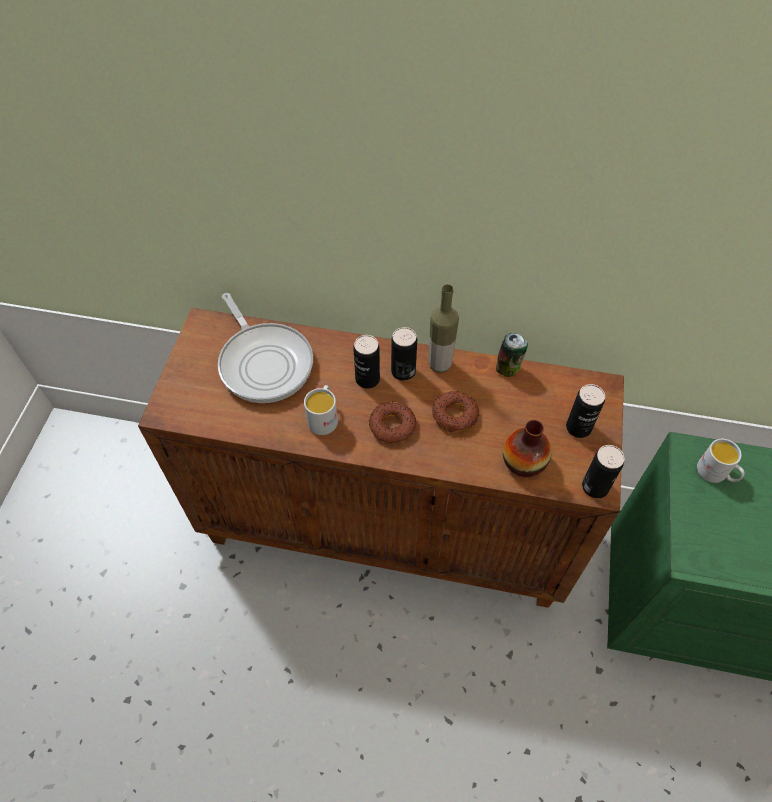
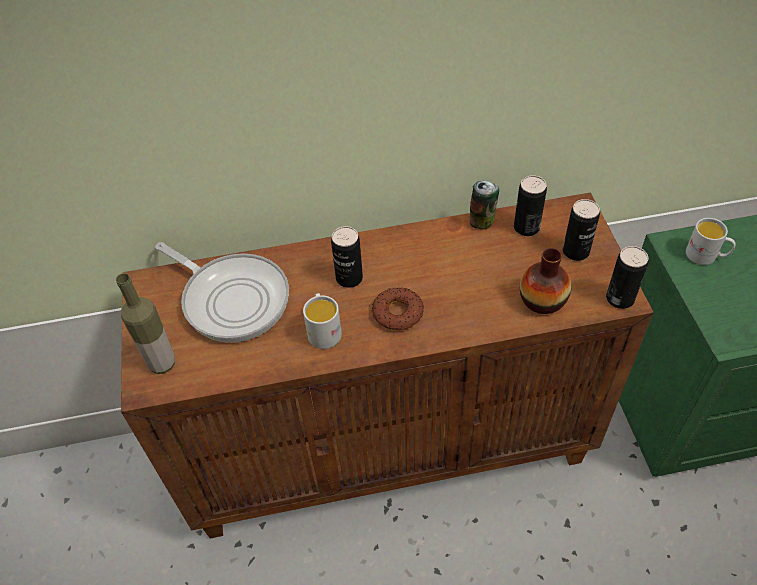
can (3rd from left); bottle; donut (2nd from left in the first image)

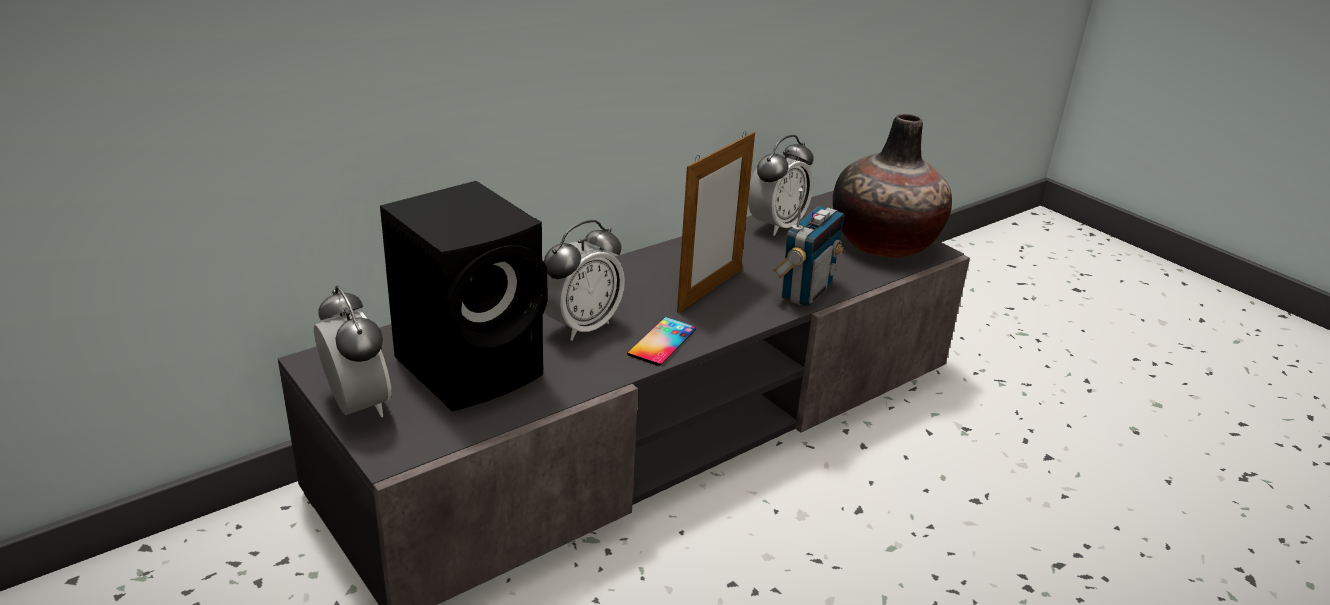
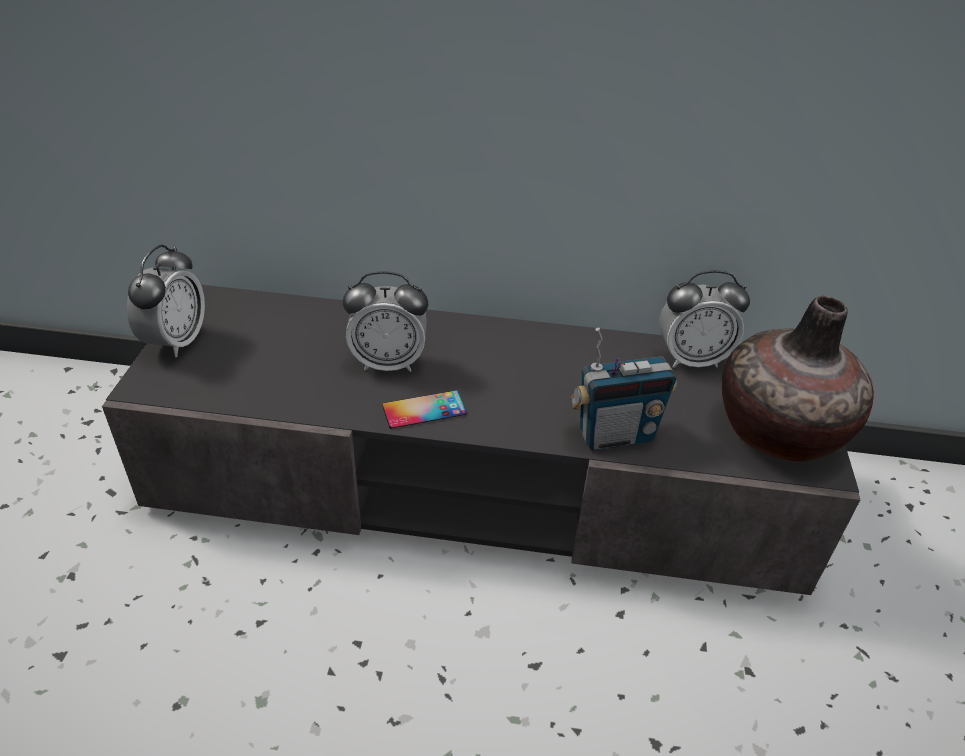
black speaker; picture frame

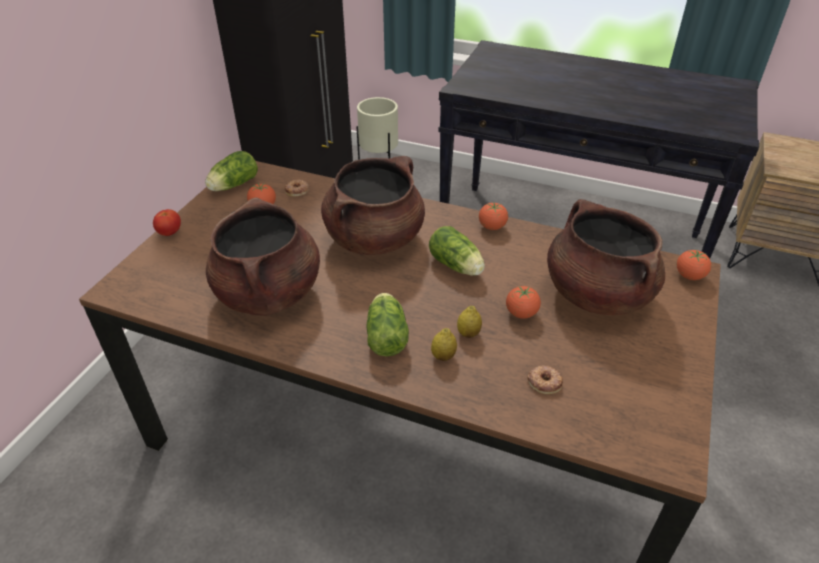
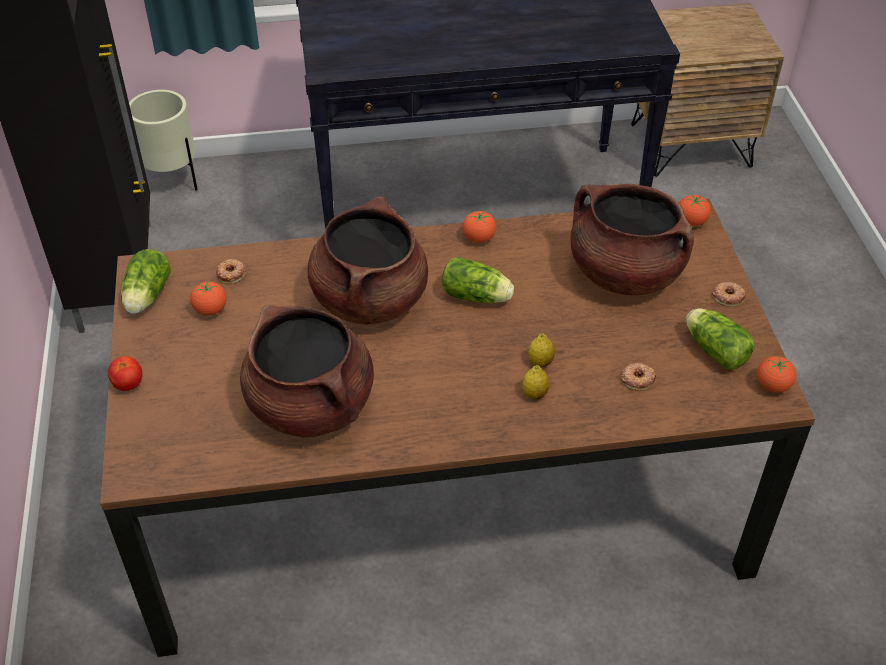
lettuce (3rd from left); tomato (5th from left); donut (3rd from left)

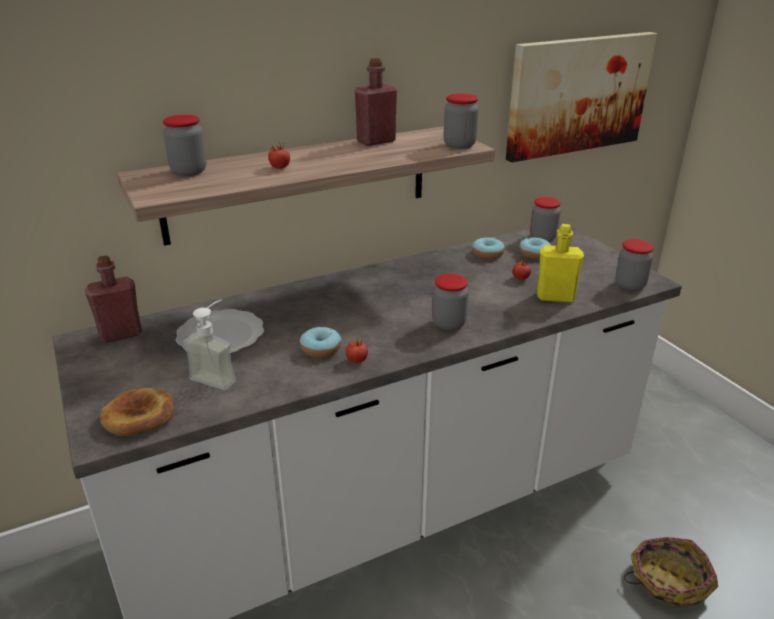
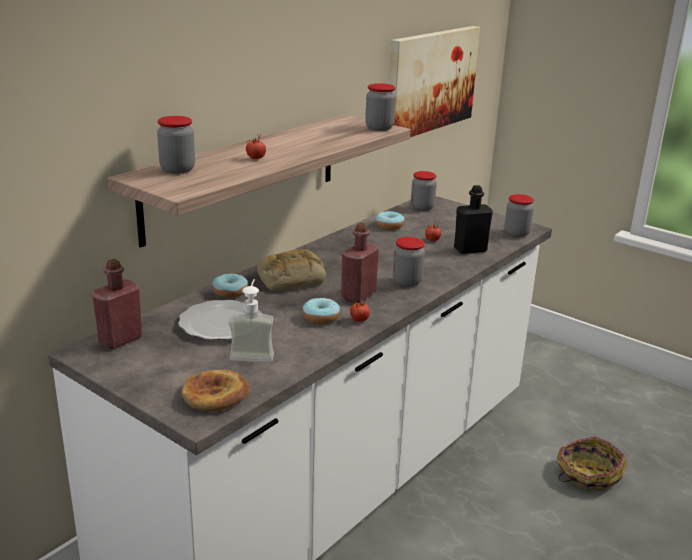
red bottle (2nd from left); donut (1st from left); black bottle; bread (2nd from left)

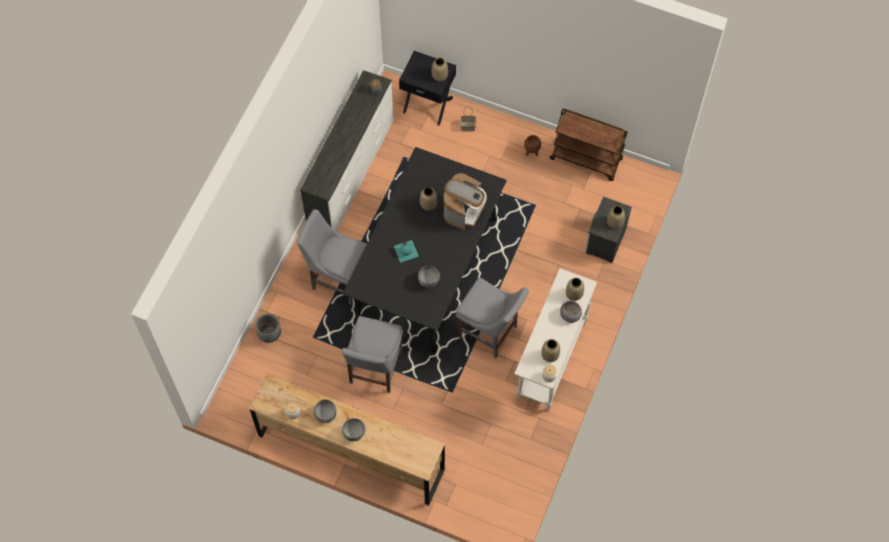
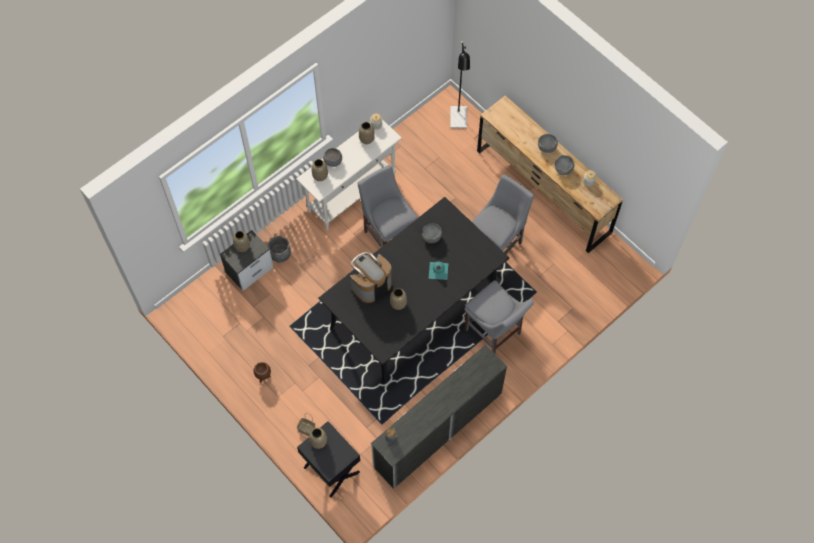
grey planter; brown cart; black floor lamp

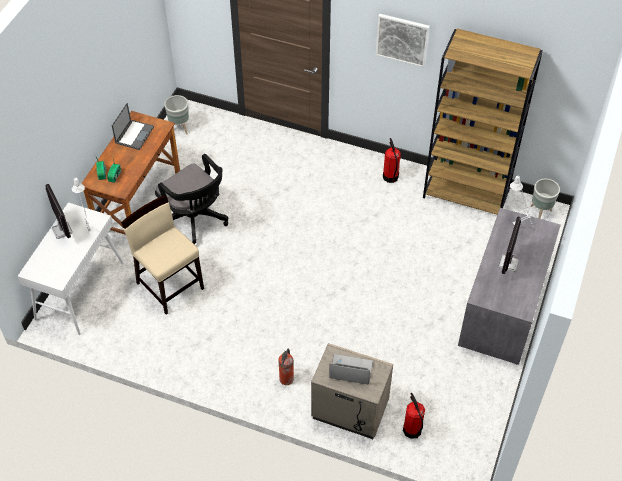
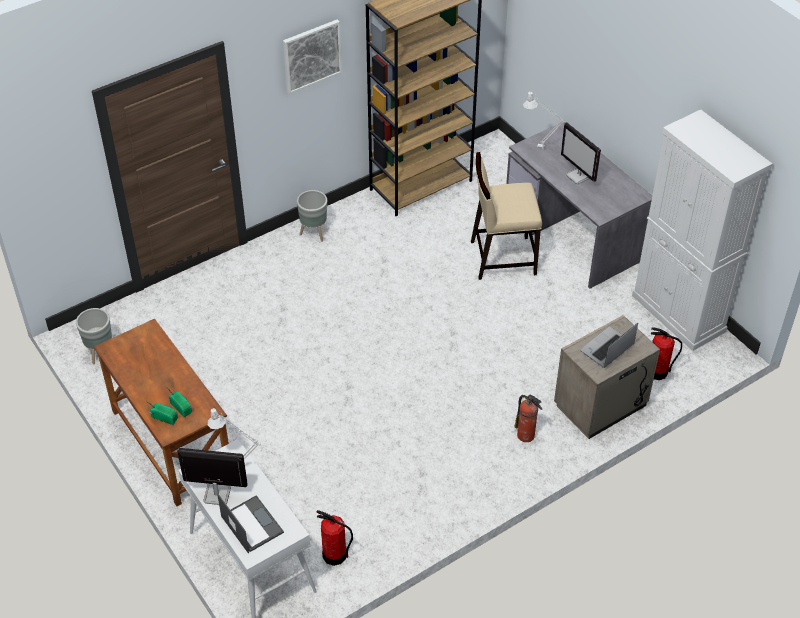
laptop (1st from left); beige chair; black office chair; fire extinguisher (1st from left); grey planter (2nd from left); white cabinet

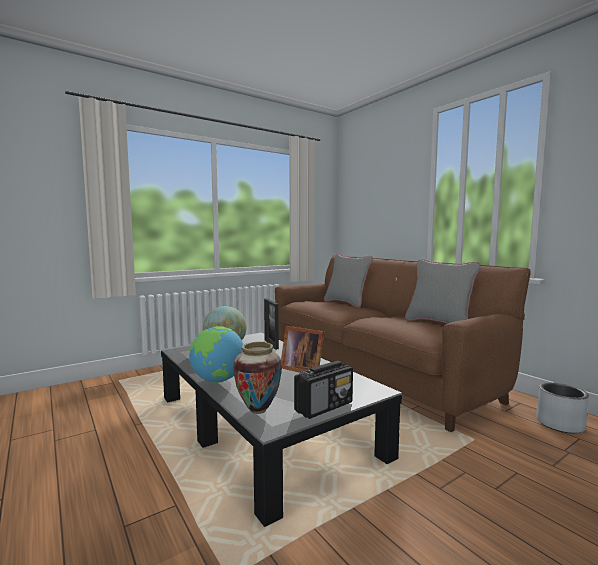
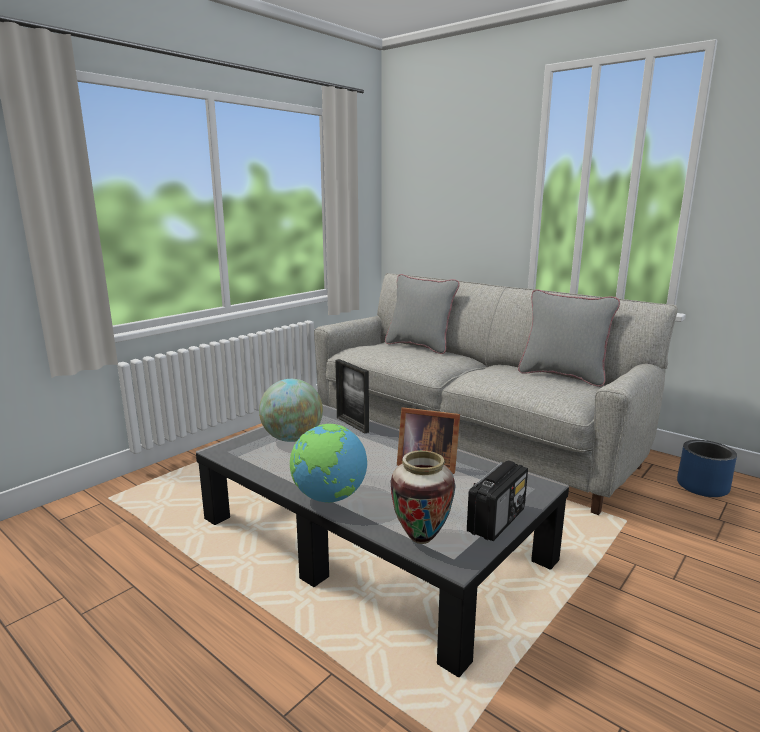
grey sofa; blue planter

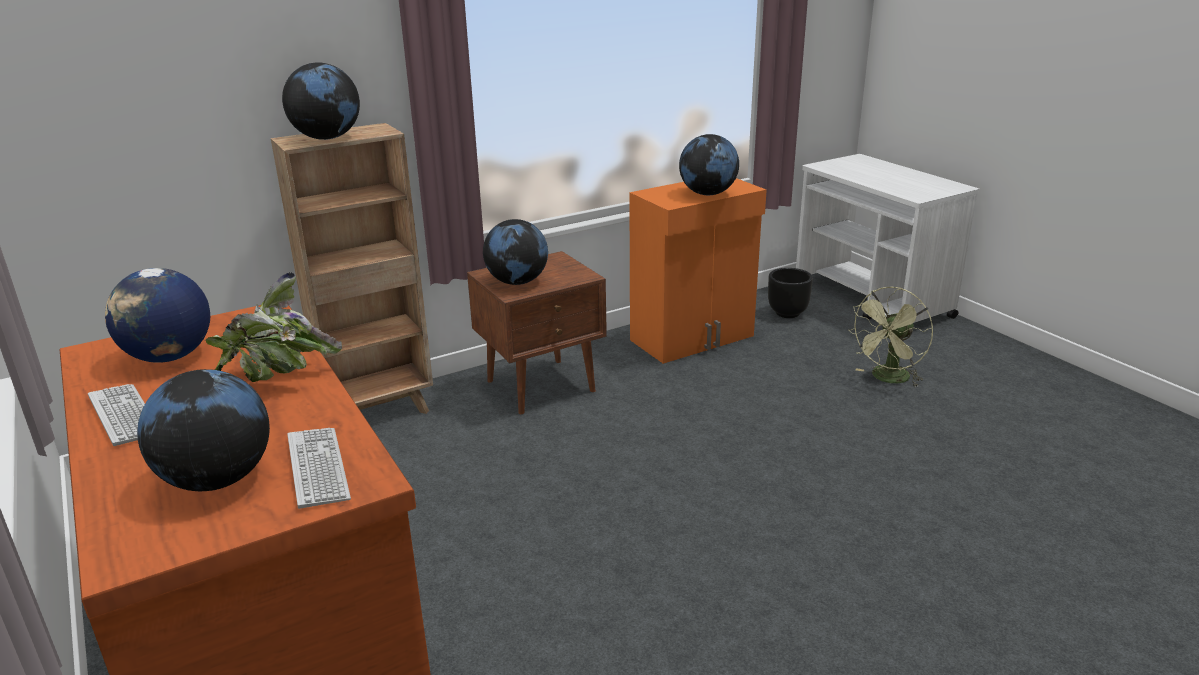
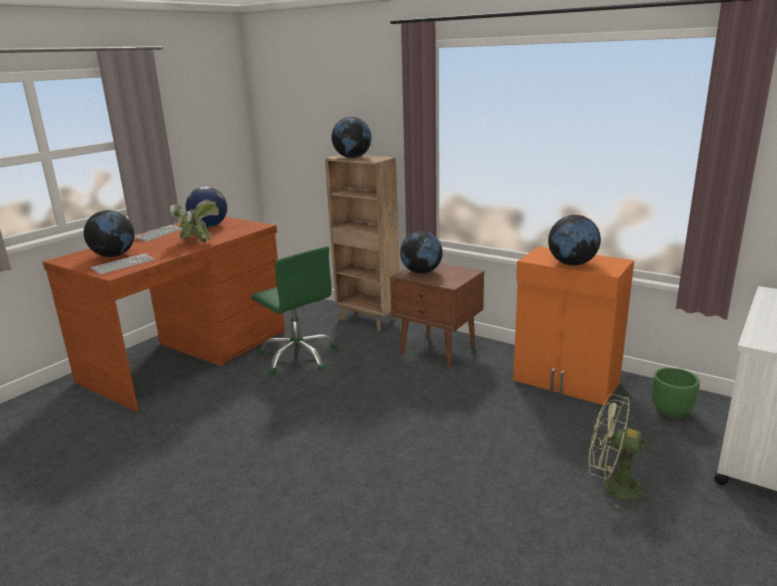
green planter; green office chair

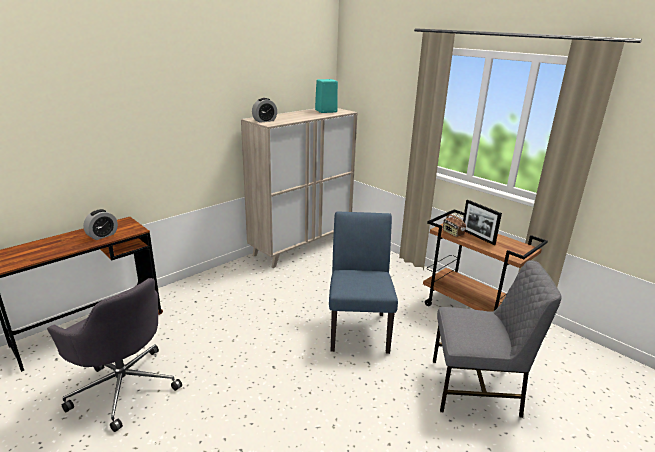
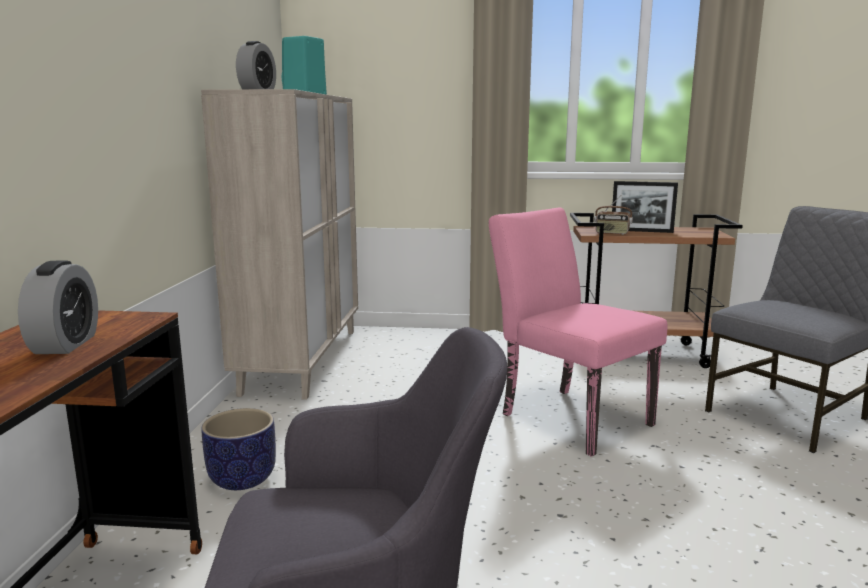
pink chair; planter

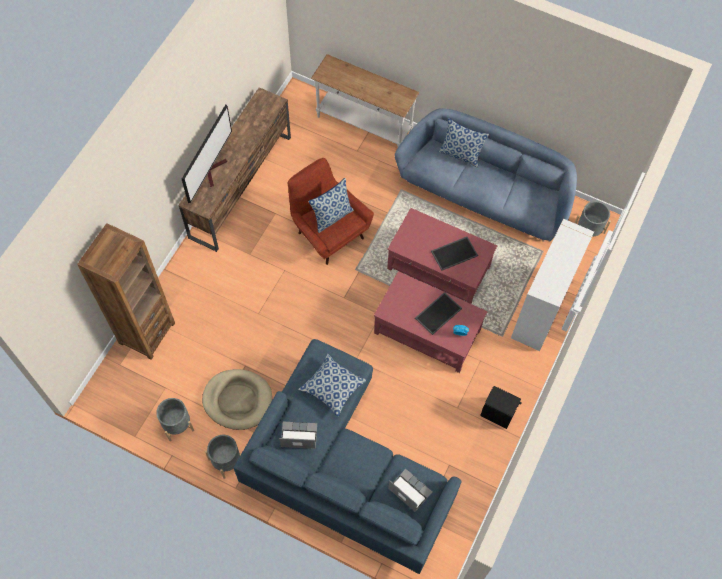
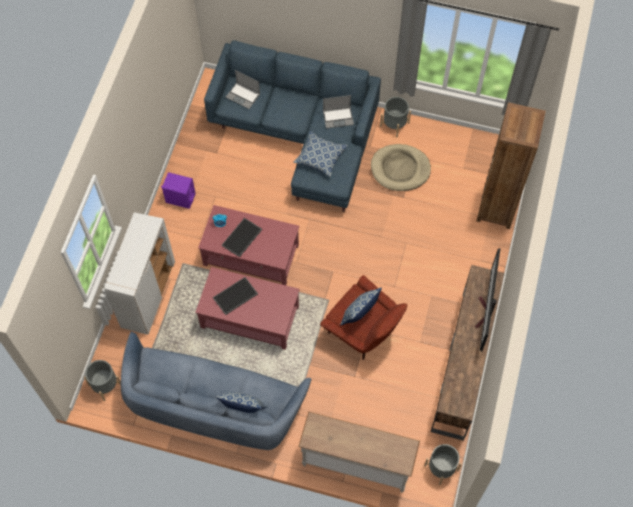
grey planter (3rd from left); purple speaker

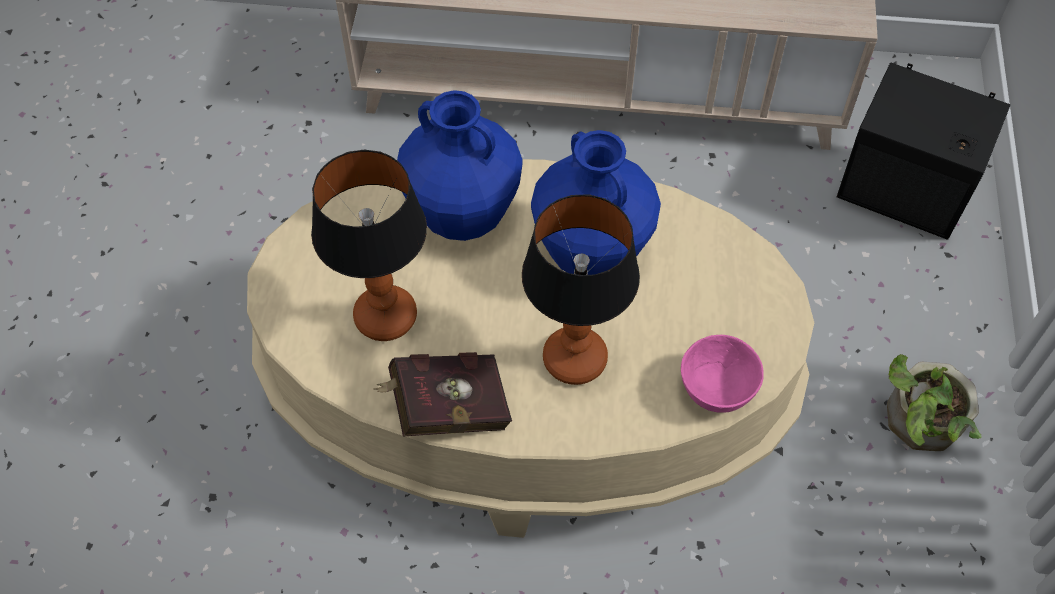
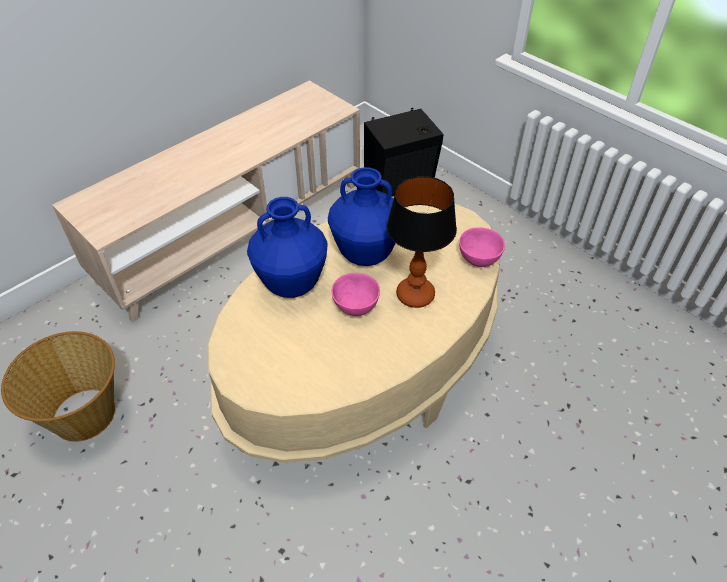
table lamp (1st from left in the first image); red book; potted plant; basket; pink bowl (1st from left)

